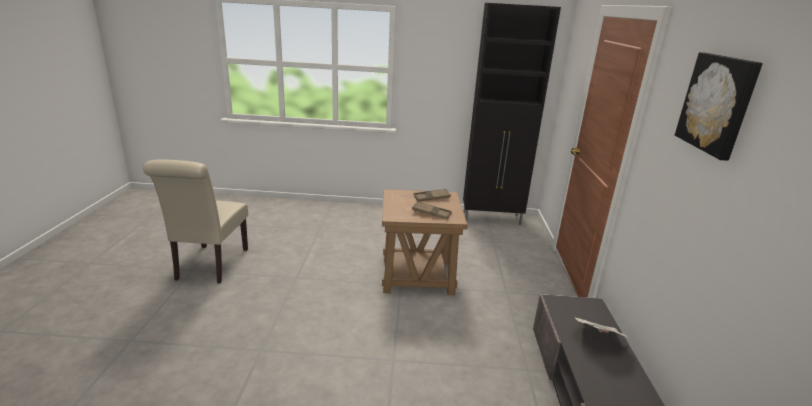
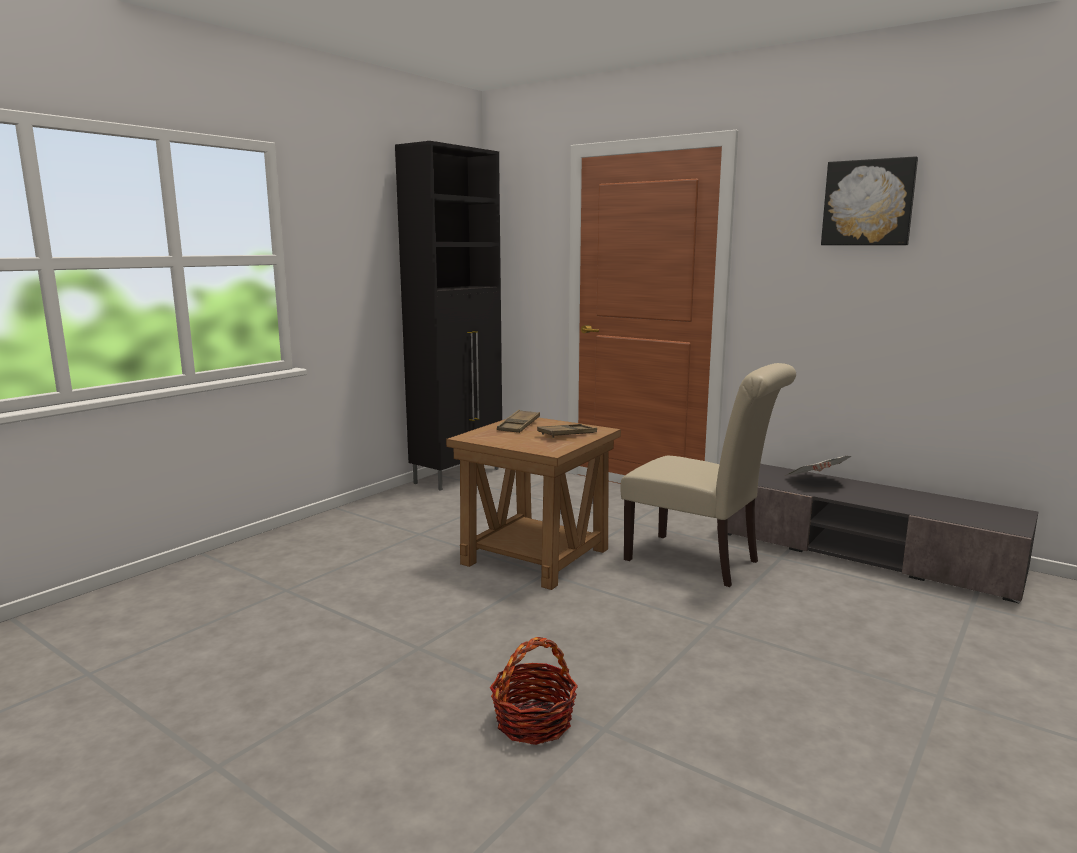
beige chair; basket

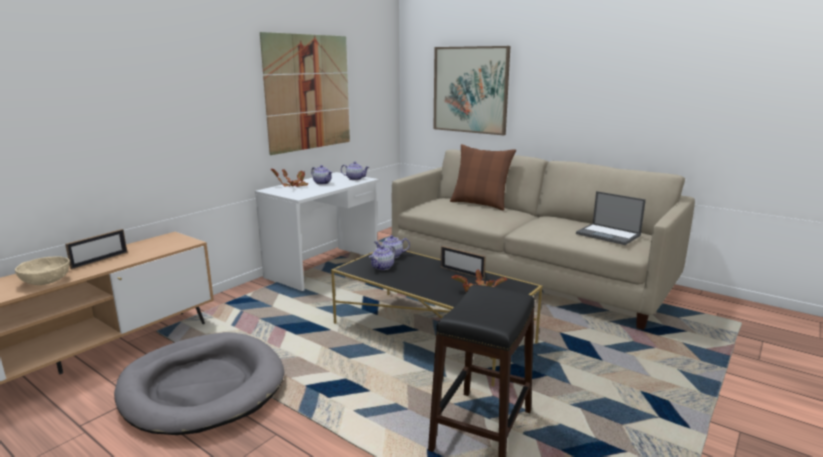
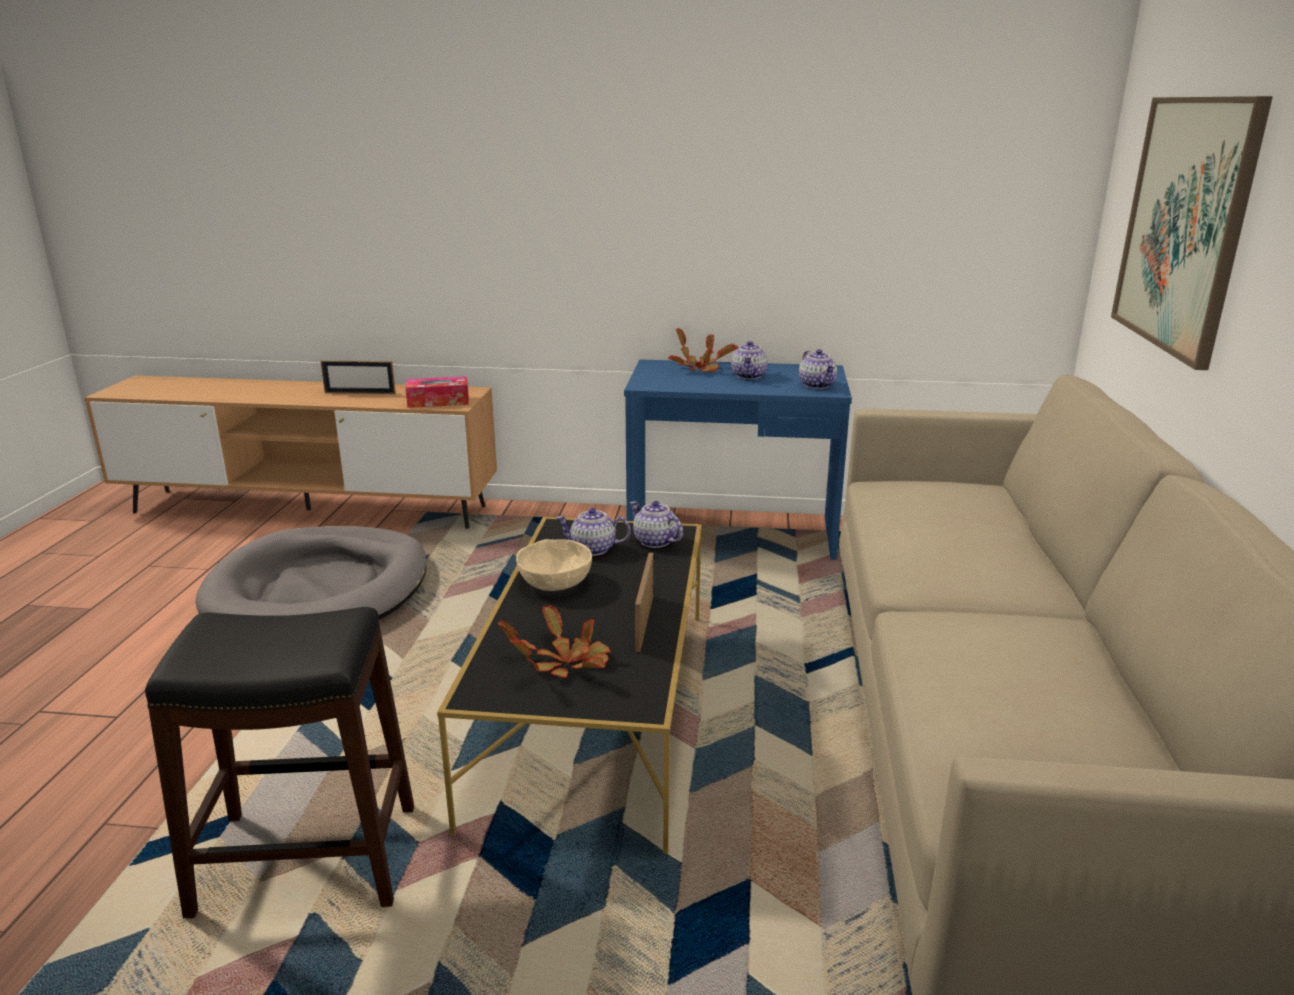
beige bowl; blue desk; picture (1st from left in the first image); brown pillow; laptop; tissue box

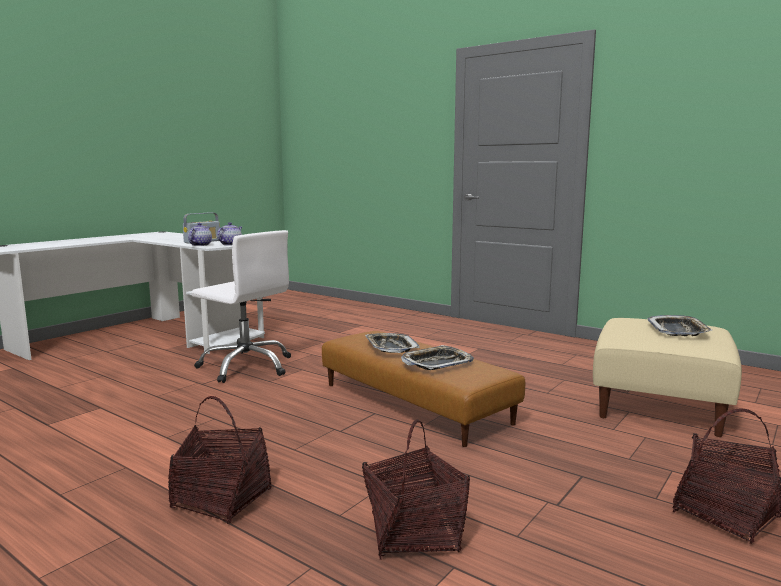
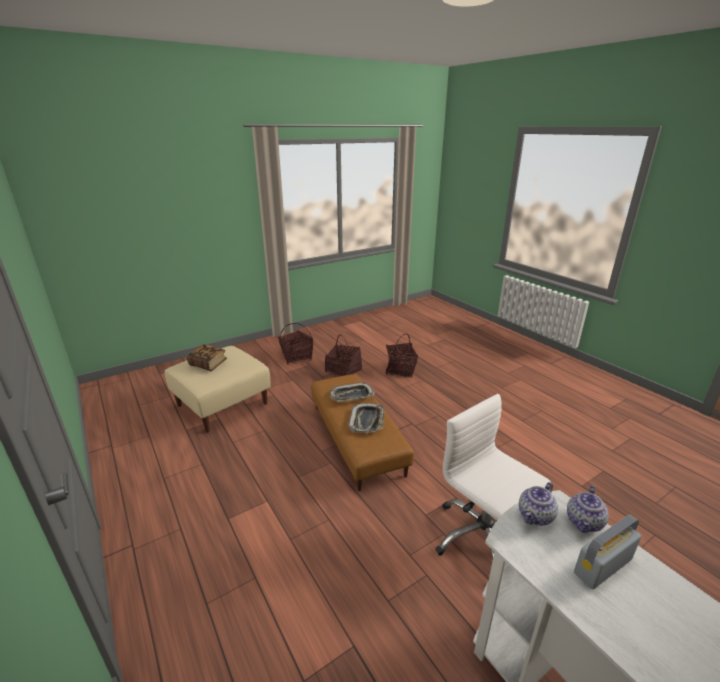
basket (2nd from left); book

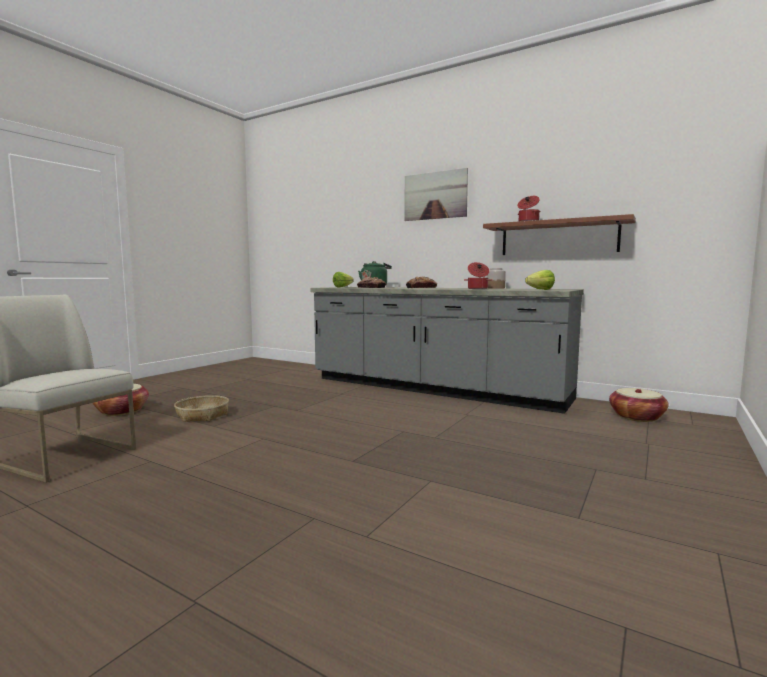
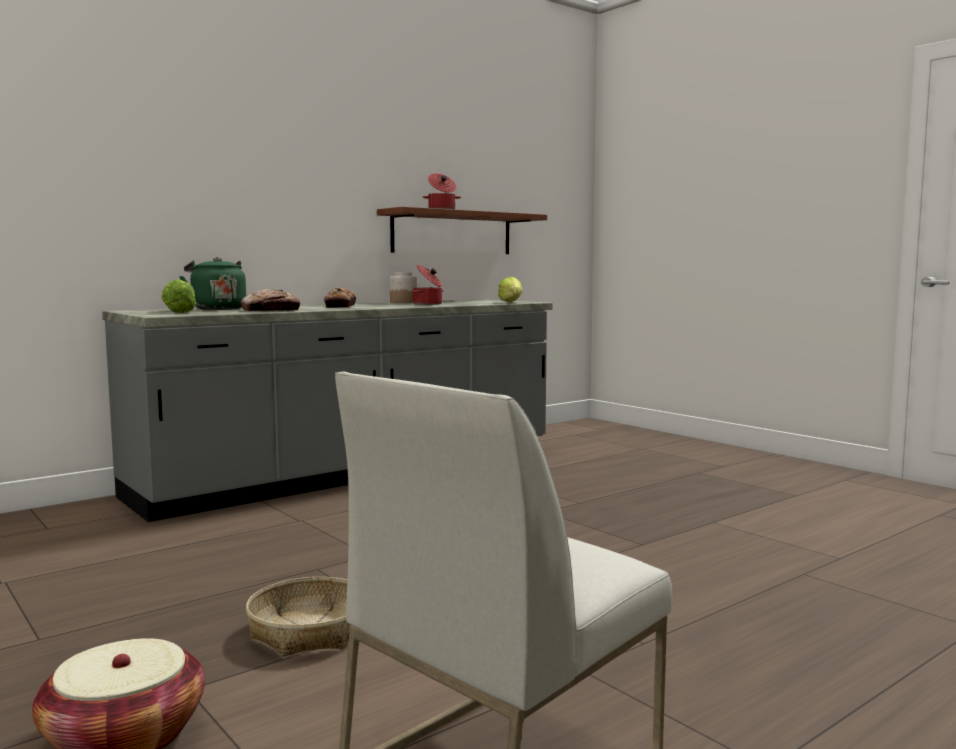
picture; basket (3rd from left in the first image)

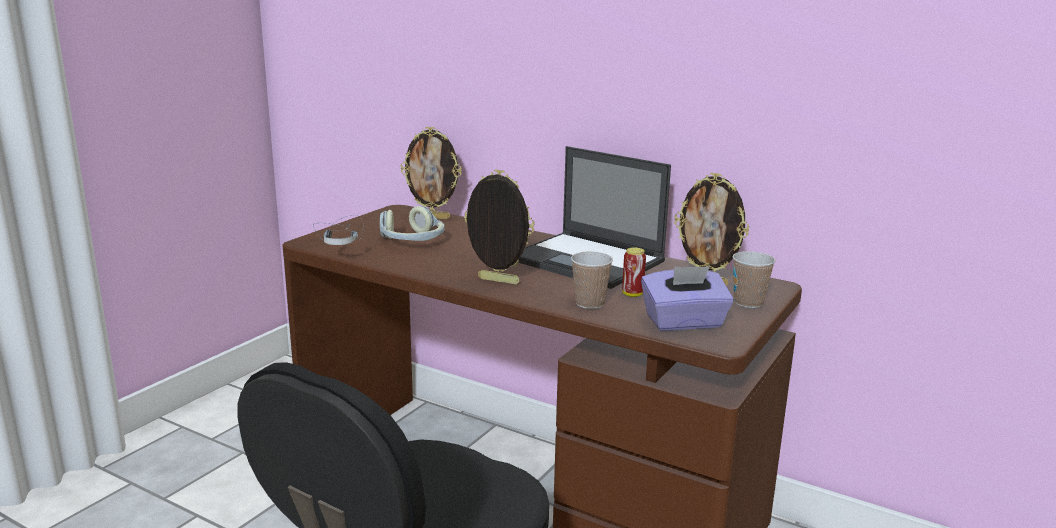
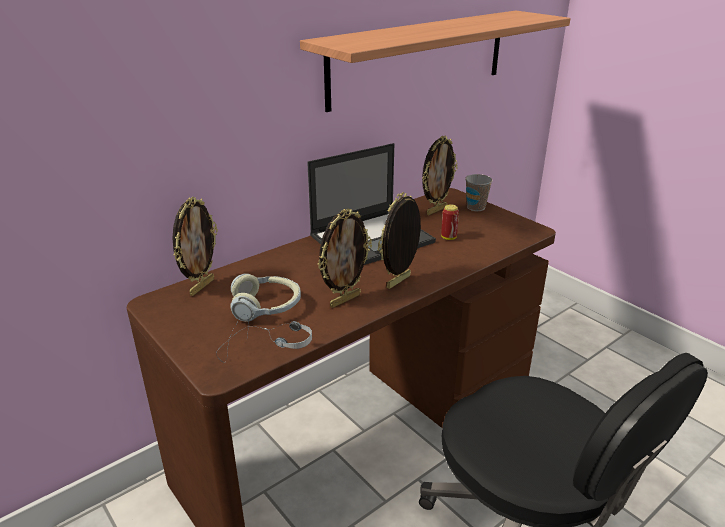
cup (1st from left in the first image); purple tissue box; shelf; picture frame (2nd from left)

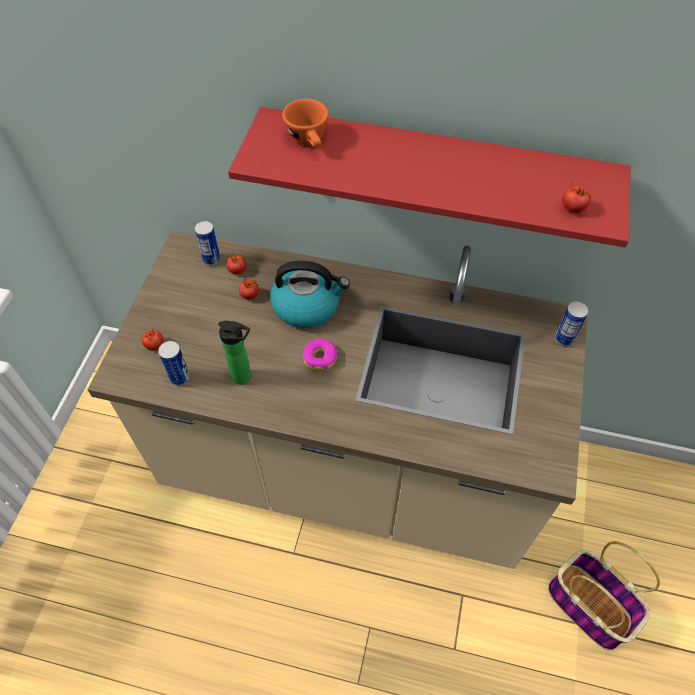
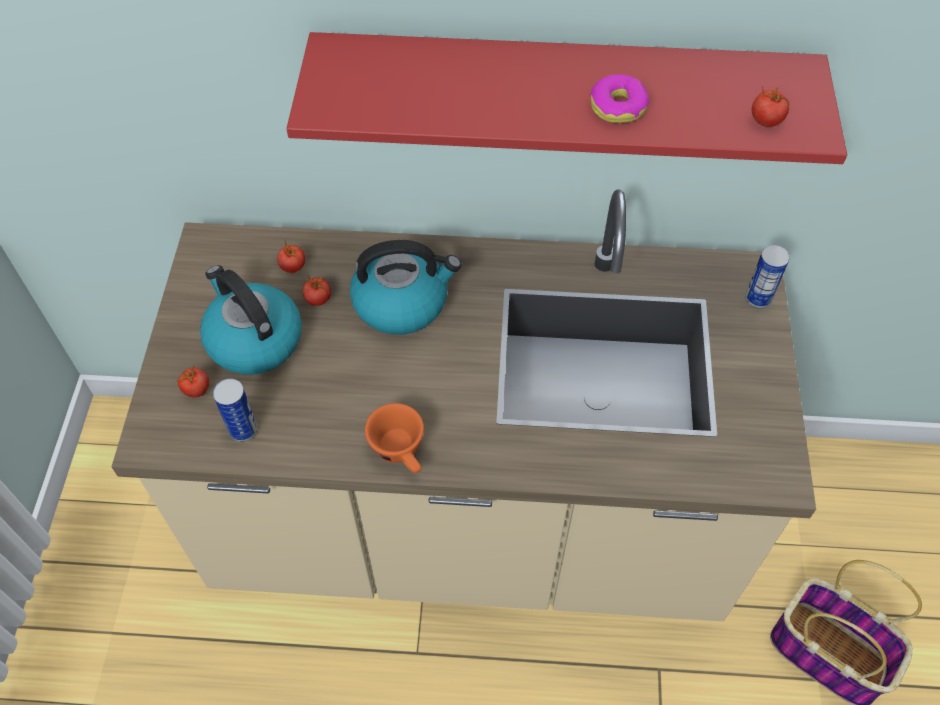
can (2nd from left in the first image); bottle; orange cup; donut; kettle (1st from left)

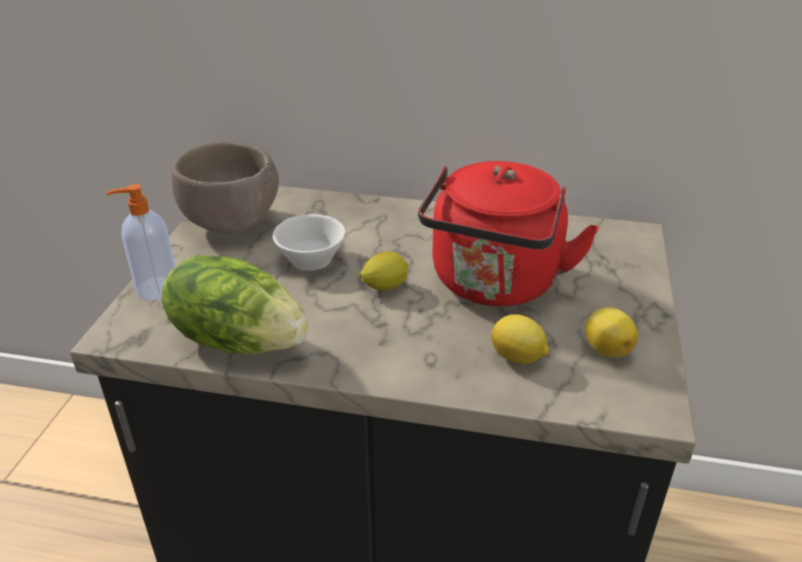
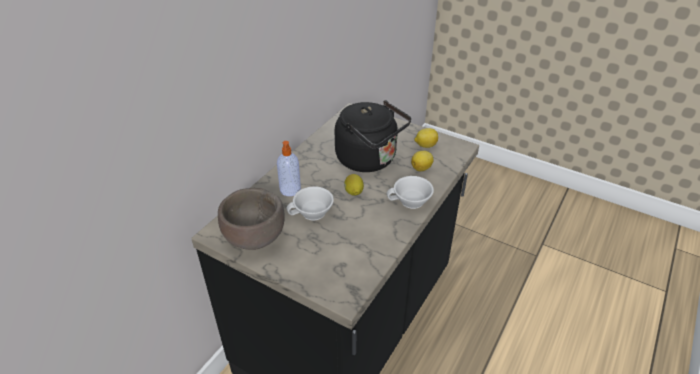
soap dispenser; lettuce; black kettle; white cup (2nd from left)

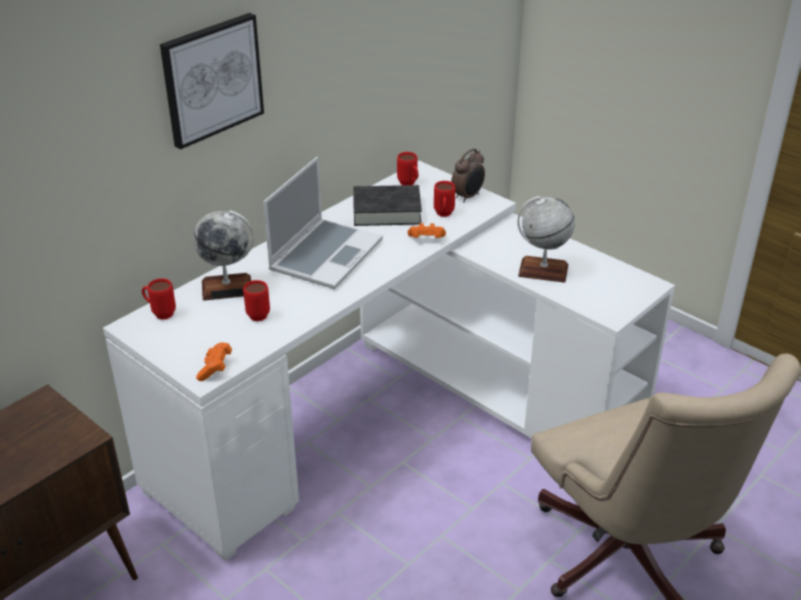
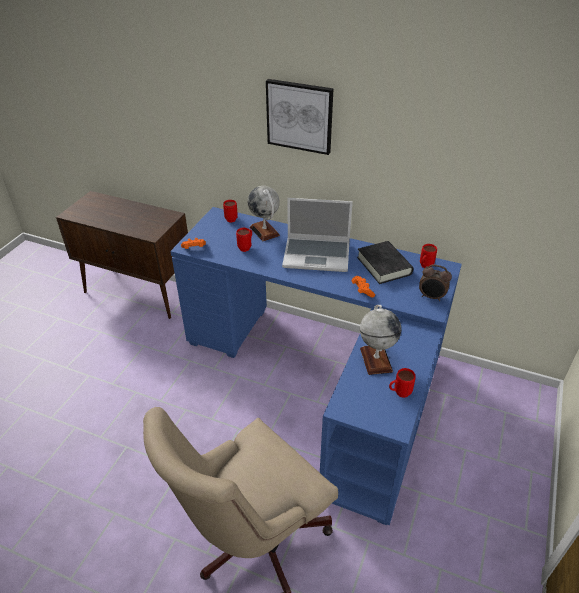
blue desk; red mug (3rd from left)

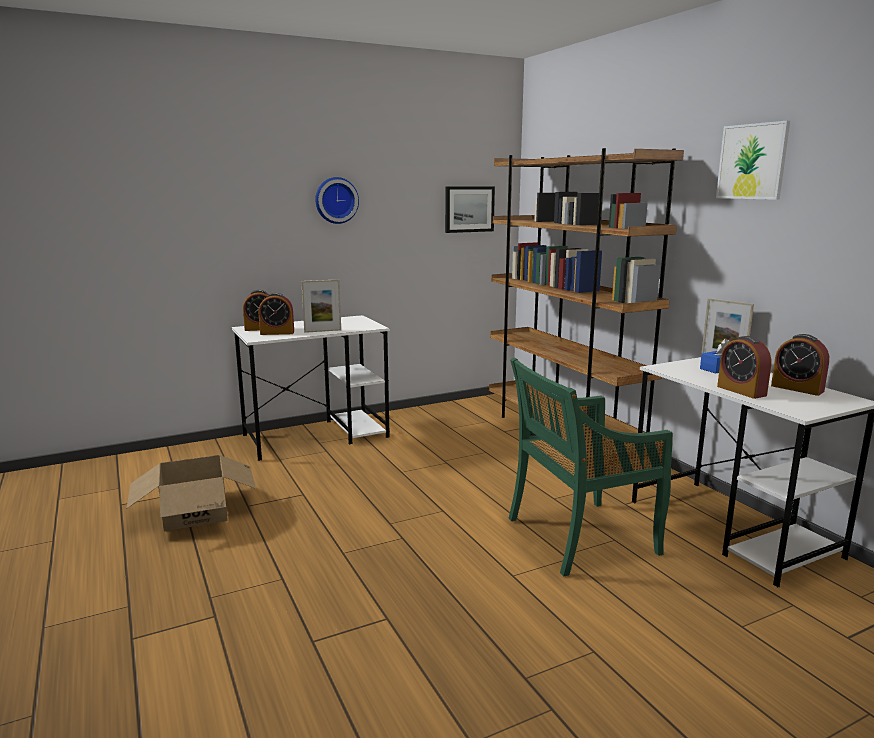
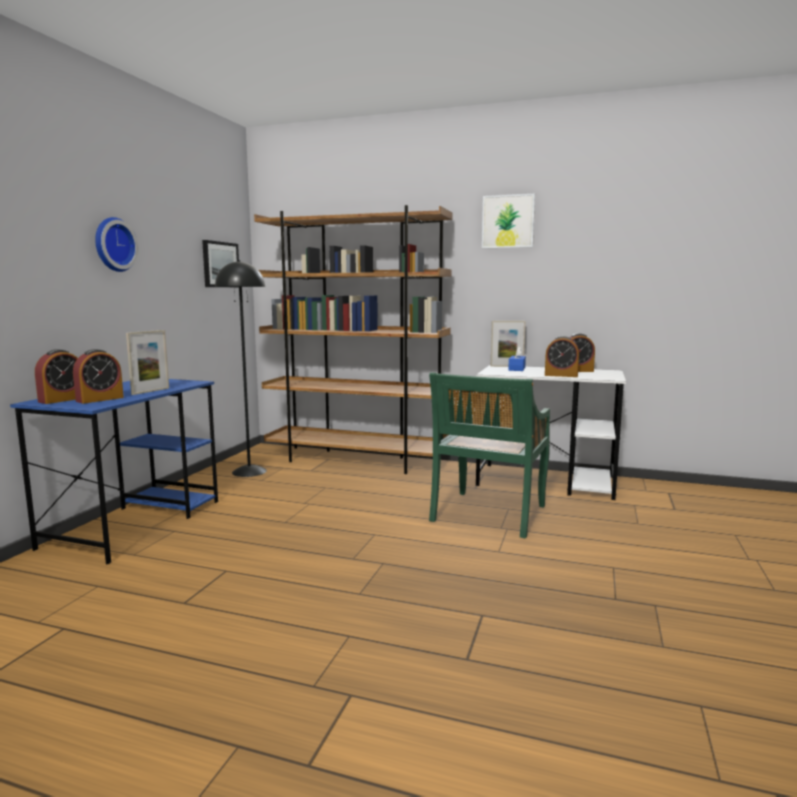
cardboard box; blue desk; black floor lamp

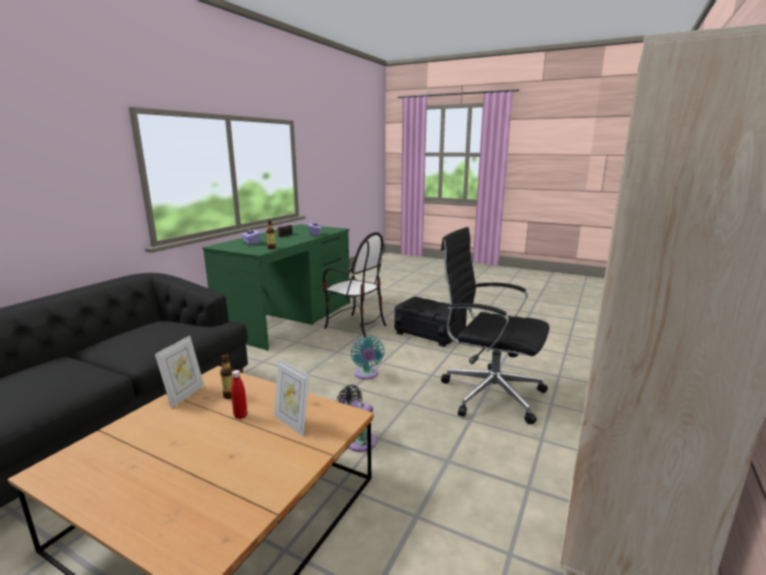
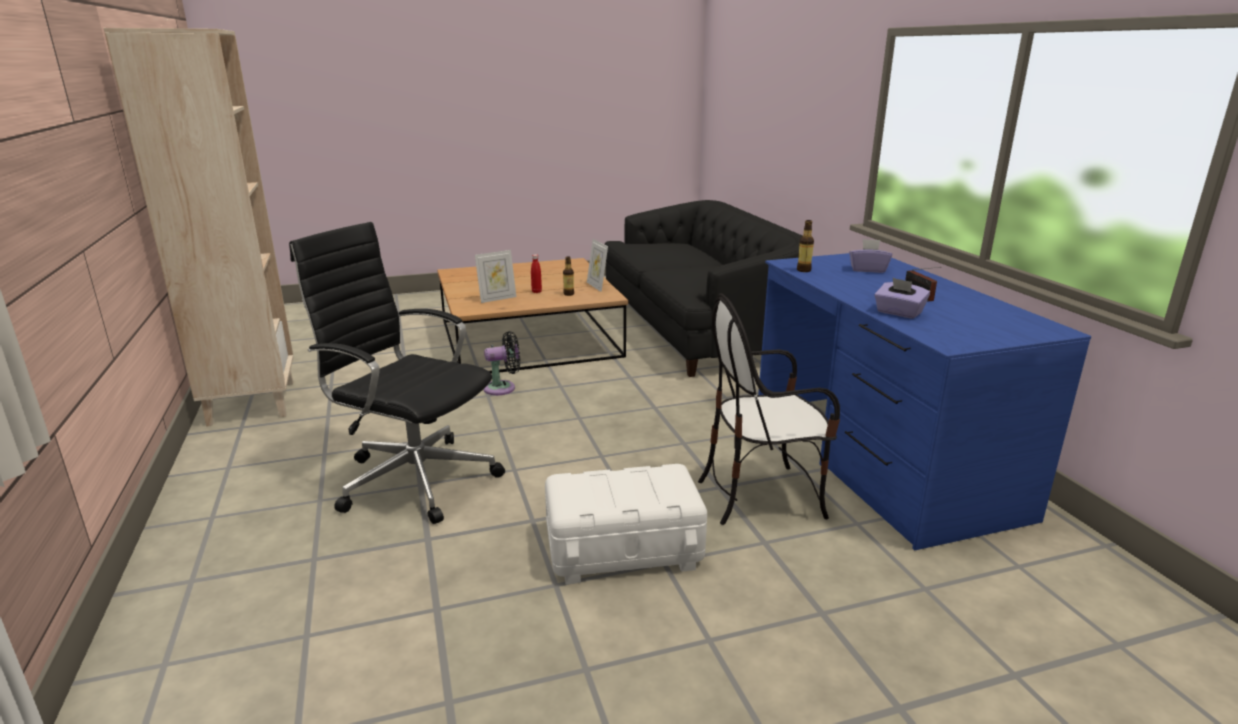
blue desk; picture frame (1st from left); turquoise fan; white storage box; black office chair

